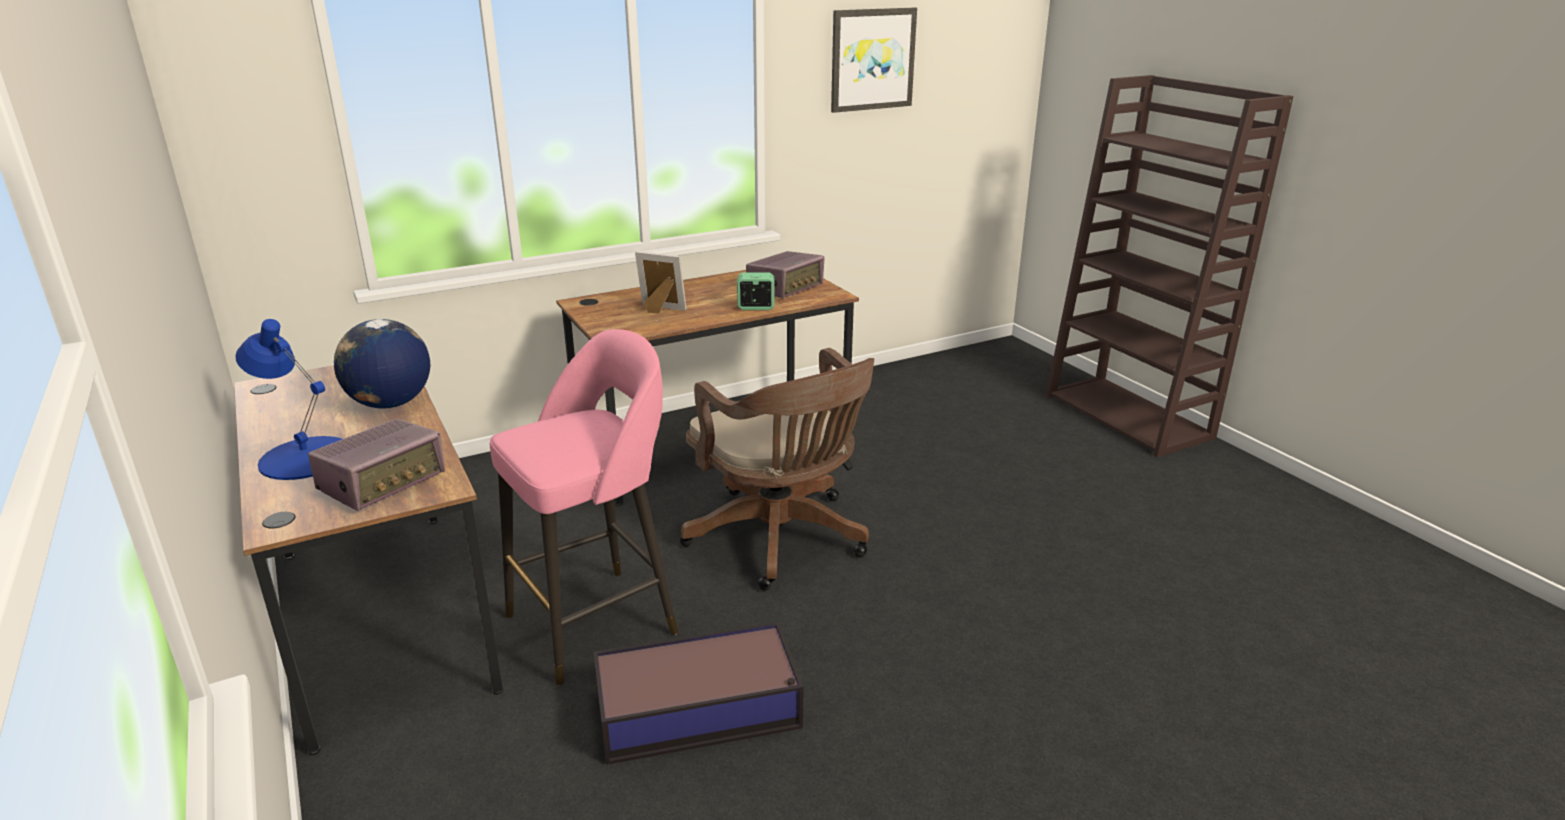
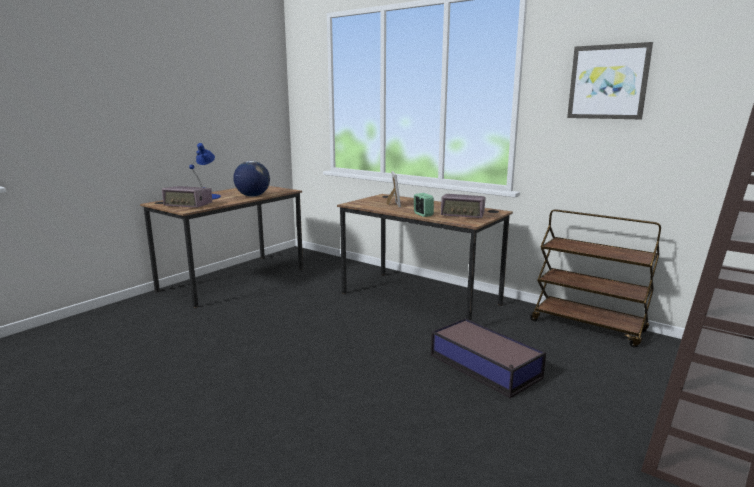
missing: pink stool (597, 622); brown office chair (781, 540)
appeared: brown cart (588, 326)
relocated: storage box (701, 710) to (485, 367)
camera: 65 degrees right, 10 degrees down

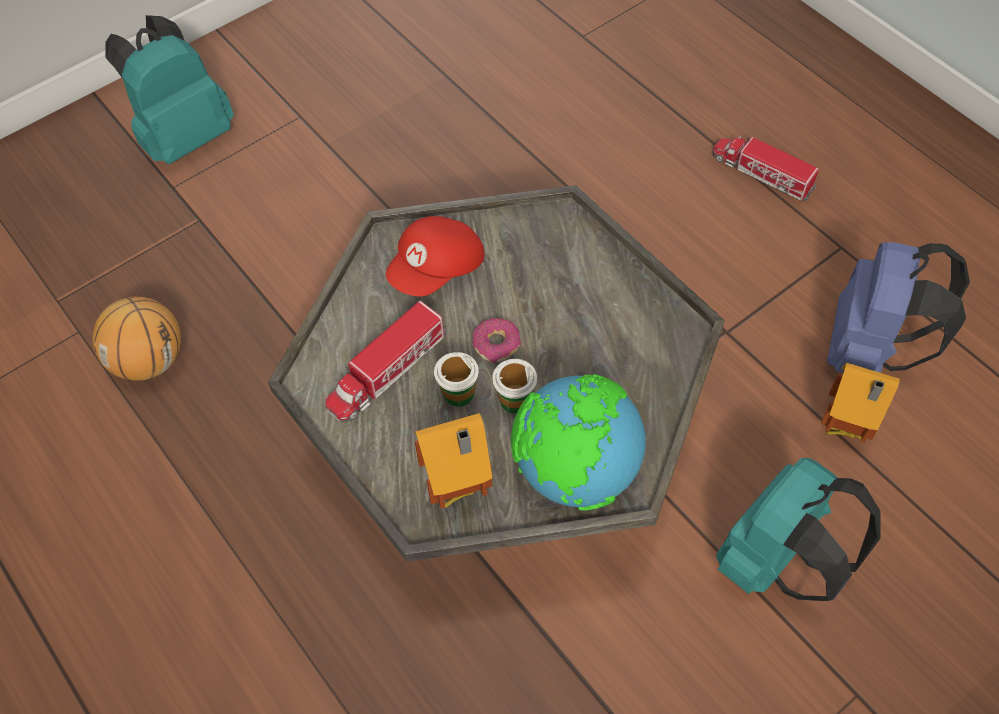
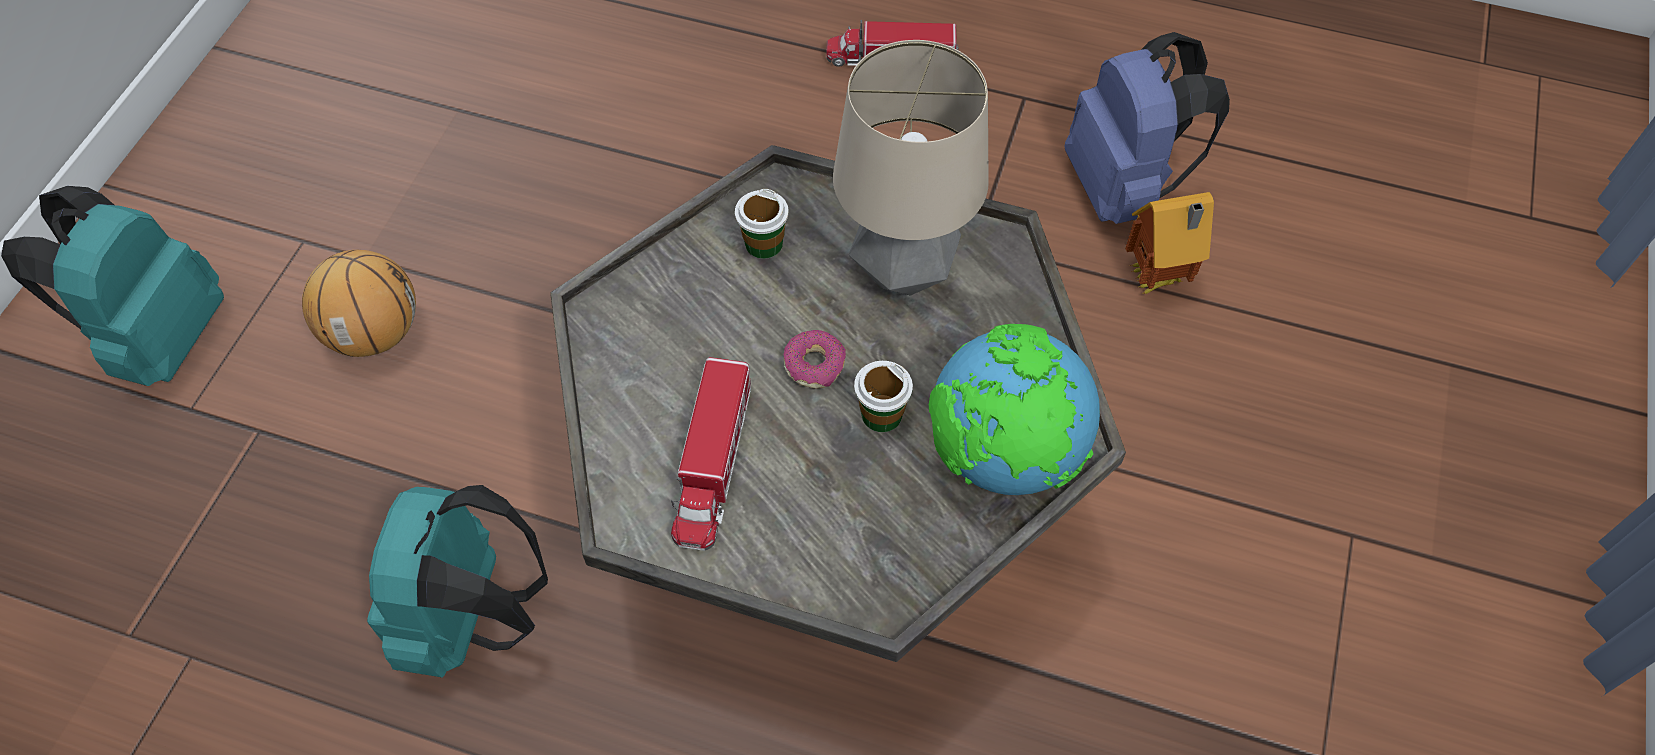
missing: red cap (438, 269); toy house (458, 490)
appeared: table lamp (903, 271)
relocated: basketball (149, 360) to (375, 332); cup (458, 393) to (763, 243); turquoise backpack (776, 561) to (473, 618)
camera: 35 degrees left, 0 degrees up

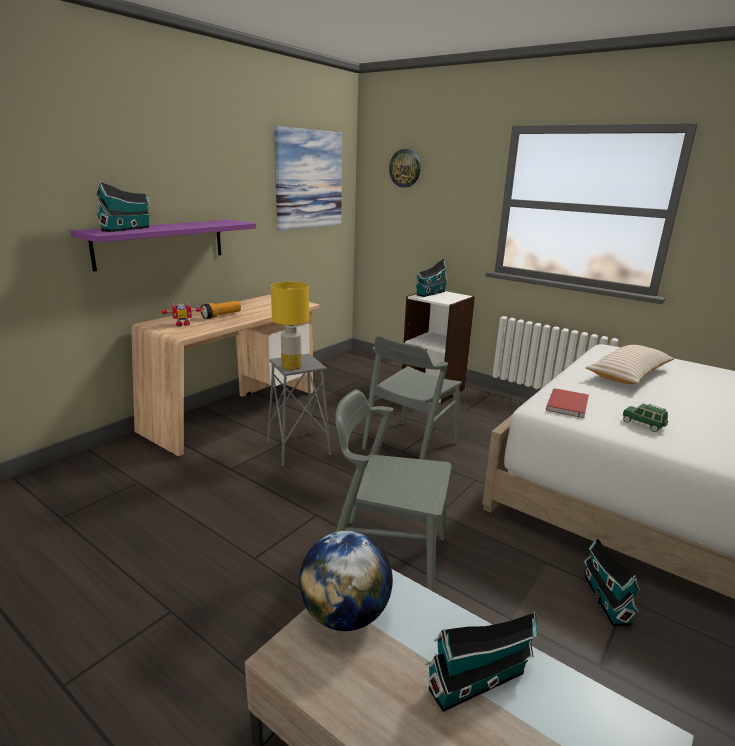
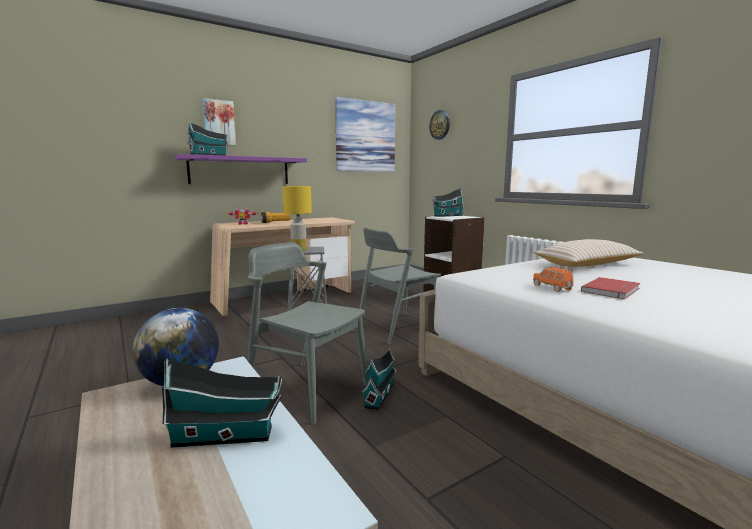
appeared: picture (219, 122)
relocated: red book (569, 405) to (612, 290); toy house (604, 597) to (380, 394)
colour: green toy car (643, 424) to orange toy car (552, 287)
camera: 20 degrees right, 10 degrees down

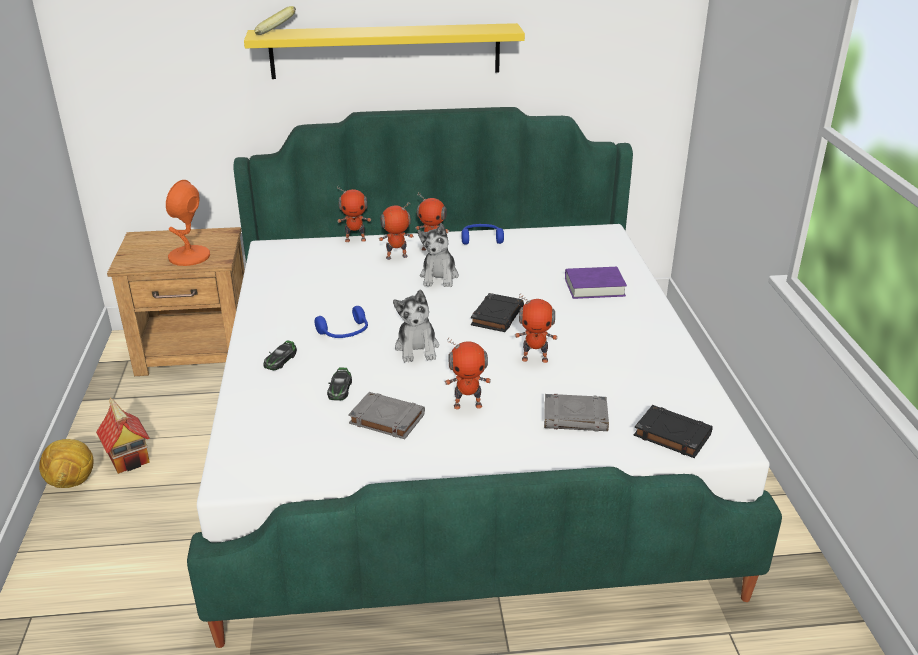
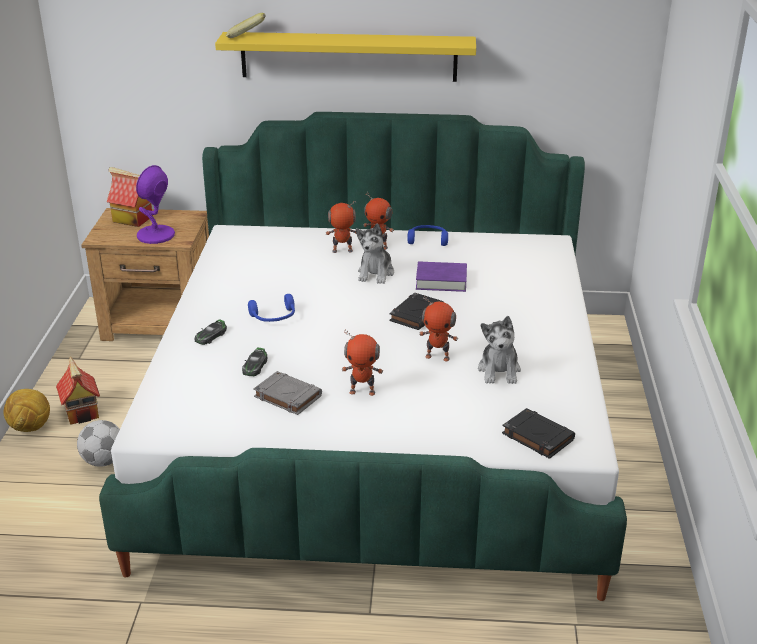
missing: toy robot (355, 239); grey book (576, 417)
appeared: football (104, 461); toy house (131, 219)
relocated: plush toy (417, 348) to (499, 370); purple book (594, 287) to (441, 281)
colour: orange table lamp (189, 256) to purple table lamp (155, 235)
camera: 10 degrees right, 0 degrees up

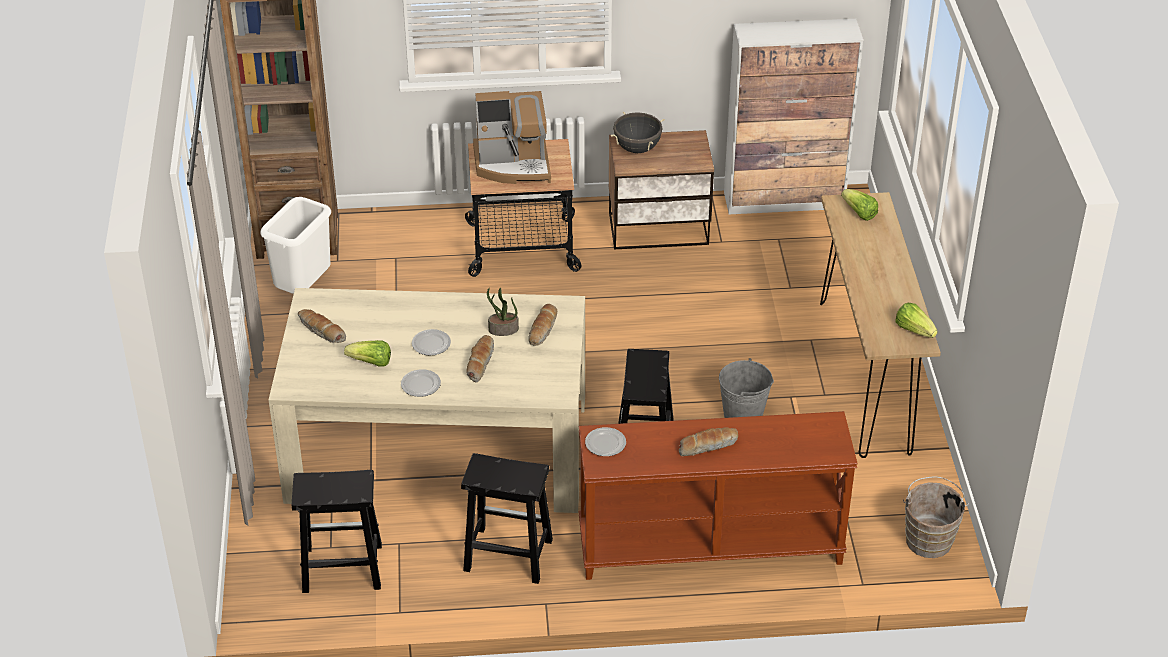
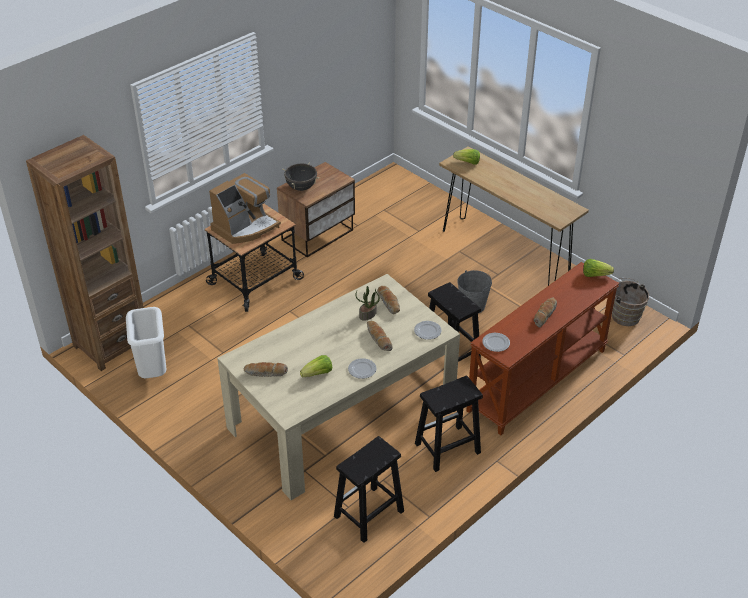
missing: cabinet (784, 200)
relocated: plate (431, 344) to (427, 331); lettuce (914, 330) to (595, 275)
camera: 40 degrees left, 0 degrees up

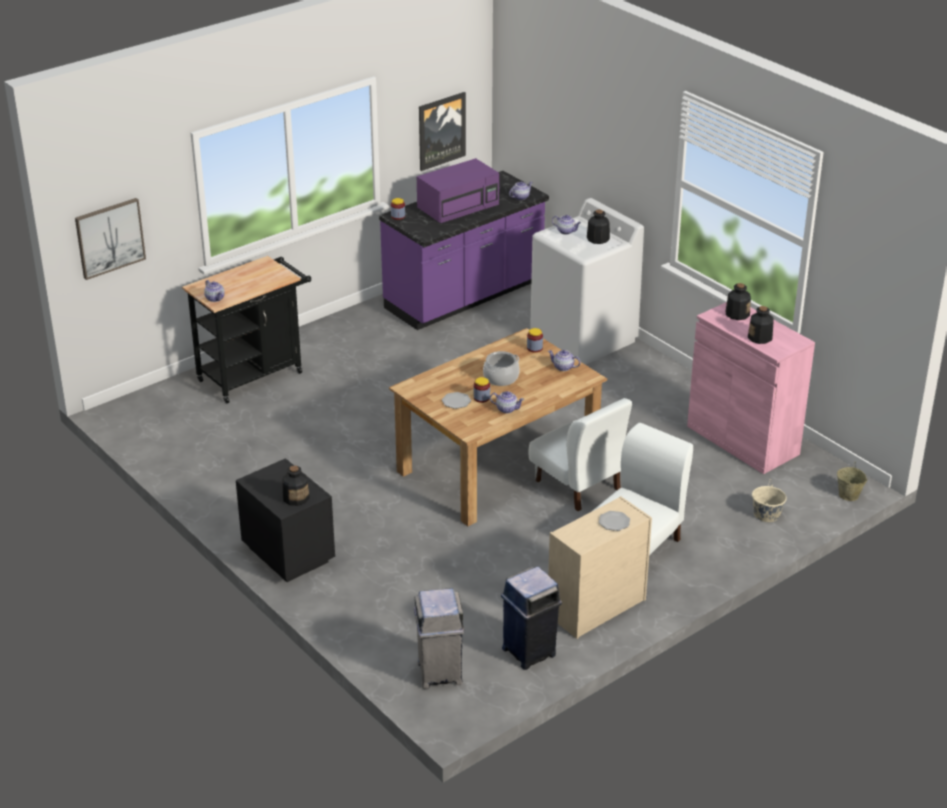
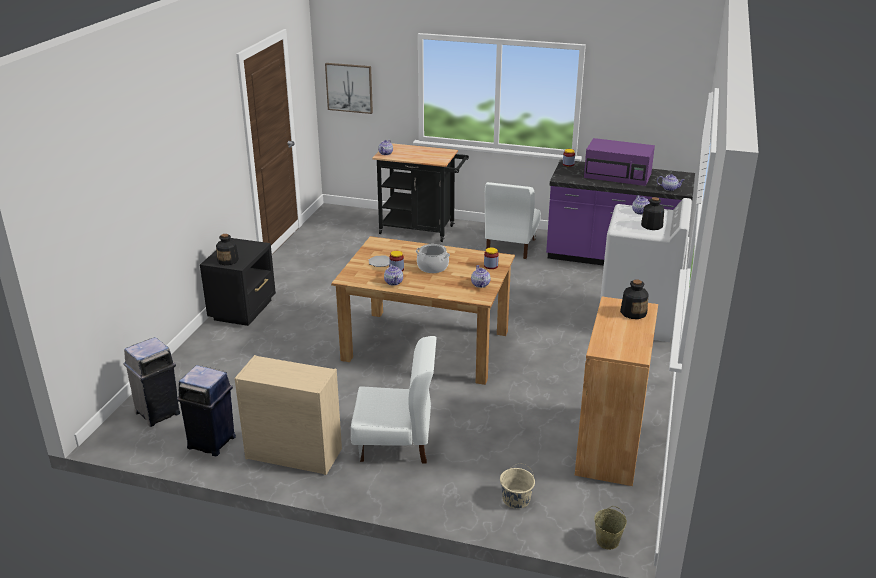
missing: picture (441, 130); plate (614, 522); bottle (760, 338)
relocated: white chair (578, 485) to (510, 247)
colour: pink cabinet (742, 440) to brown cabinet (610, 445)
camera: 55 degrees right, 5 degrees down

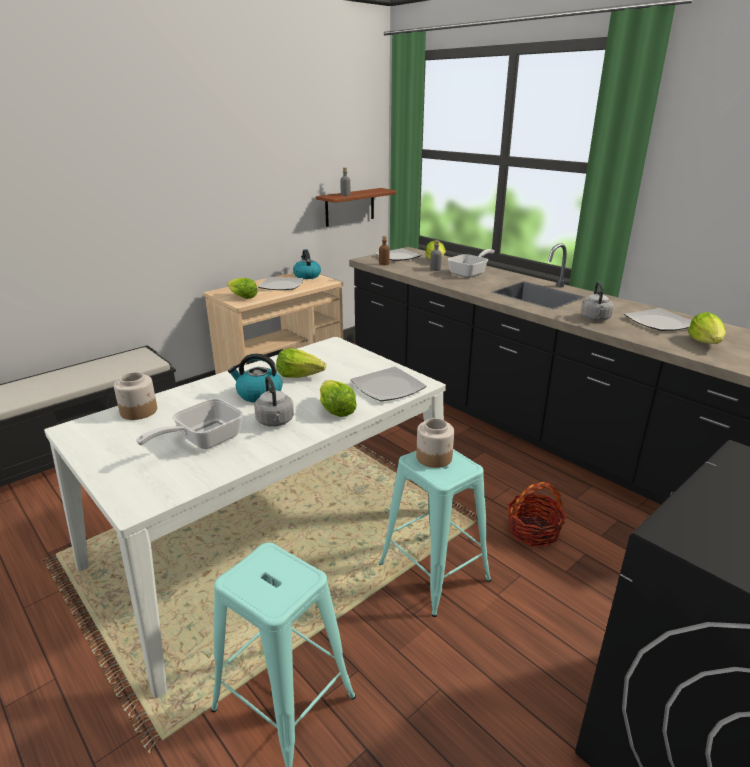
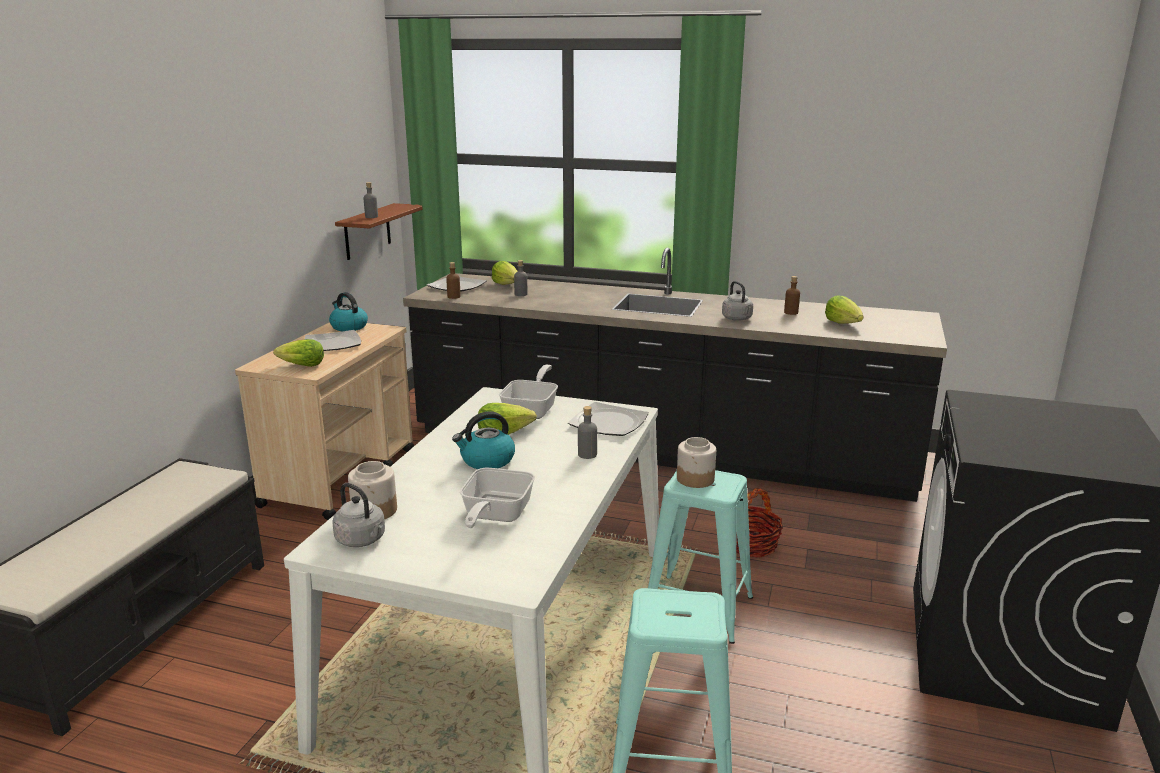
relocated: grey kettle (275, 422) to (362, 540); frying pan (470, 273) to (532, 409)
exchanged: lettuce (335, 410) to grey bottle (587, 454); plate (659, 322) to brown bottle (791, 312)
camera: 30 degrees left, 5 degrees down

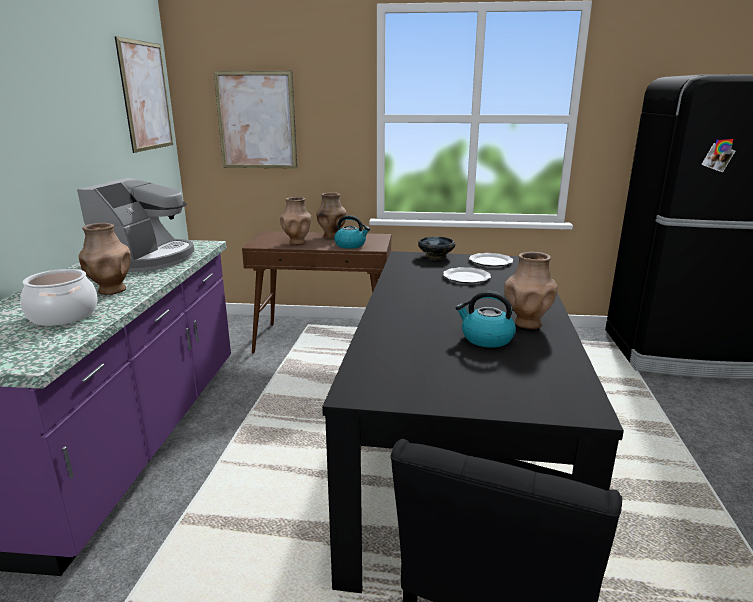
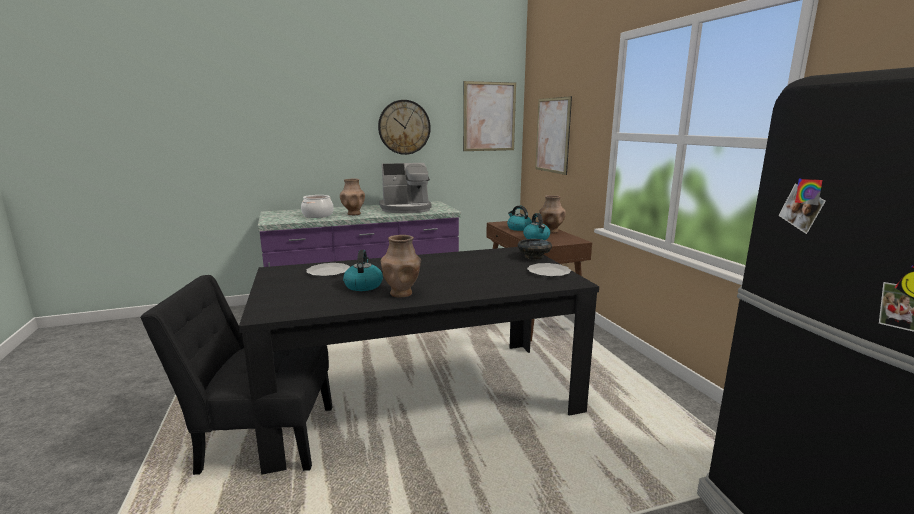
appeared: wall clock (404, 127)
relocated: plate (467, 277) to (328, 272)
exchanged: brown vase (297, 242) to kettle (518, 228)
camera: 65 degrees right, 5 degrees down

